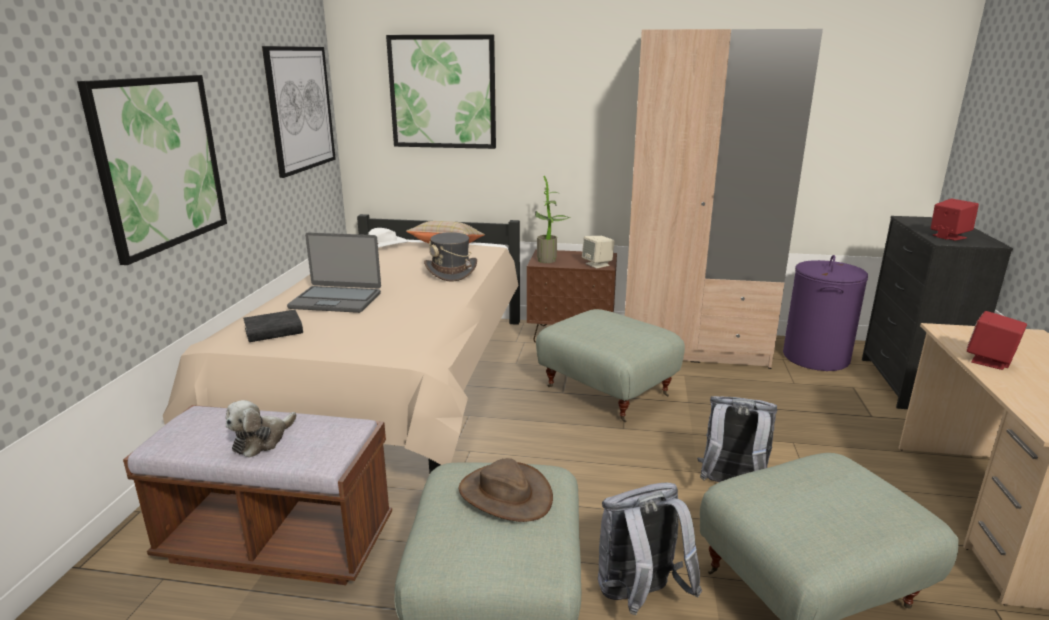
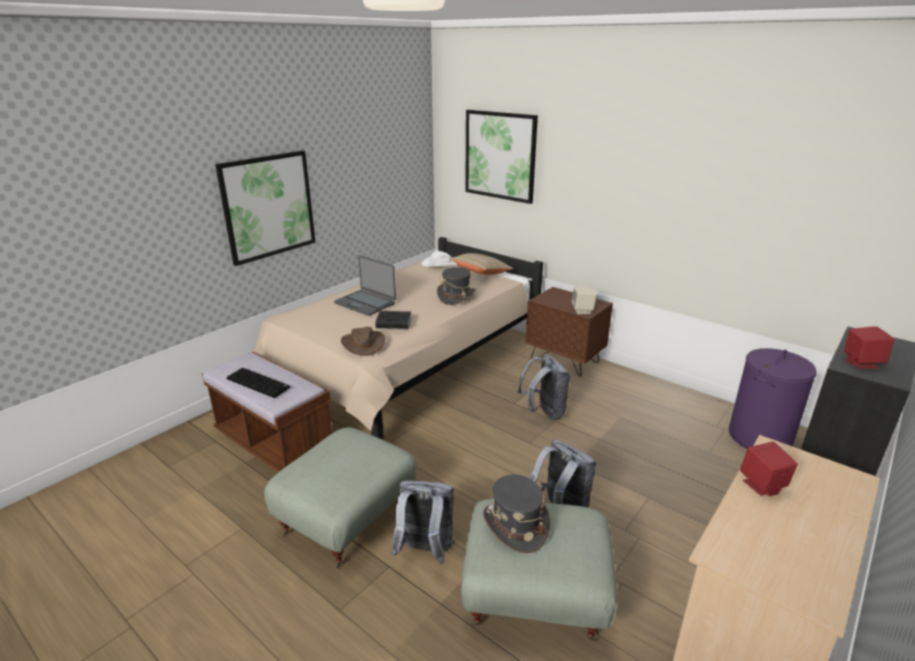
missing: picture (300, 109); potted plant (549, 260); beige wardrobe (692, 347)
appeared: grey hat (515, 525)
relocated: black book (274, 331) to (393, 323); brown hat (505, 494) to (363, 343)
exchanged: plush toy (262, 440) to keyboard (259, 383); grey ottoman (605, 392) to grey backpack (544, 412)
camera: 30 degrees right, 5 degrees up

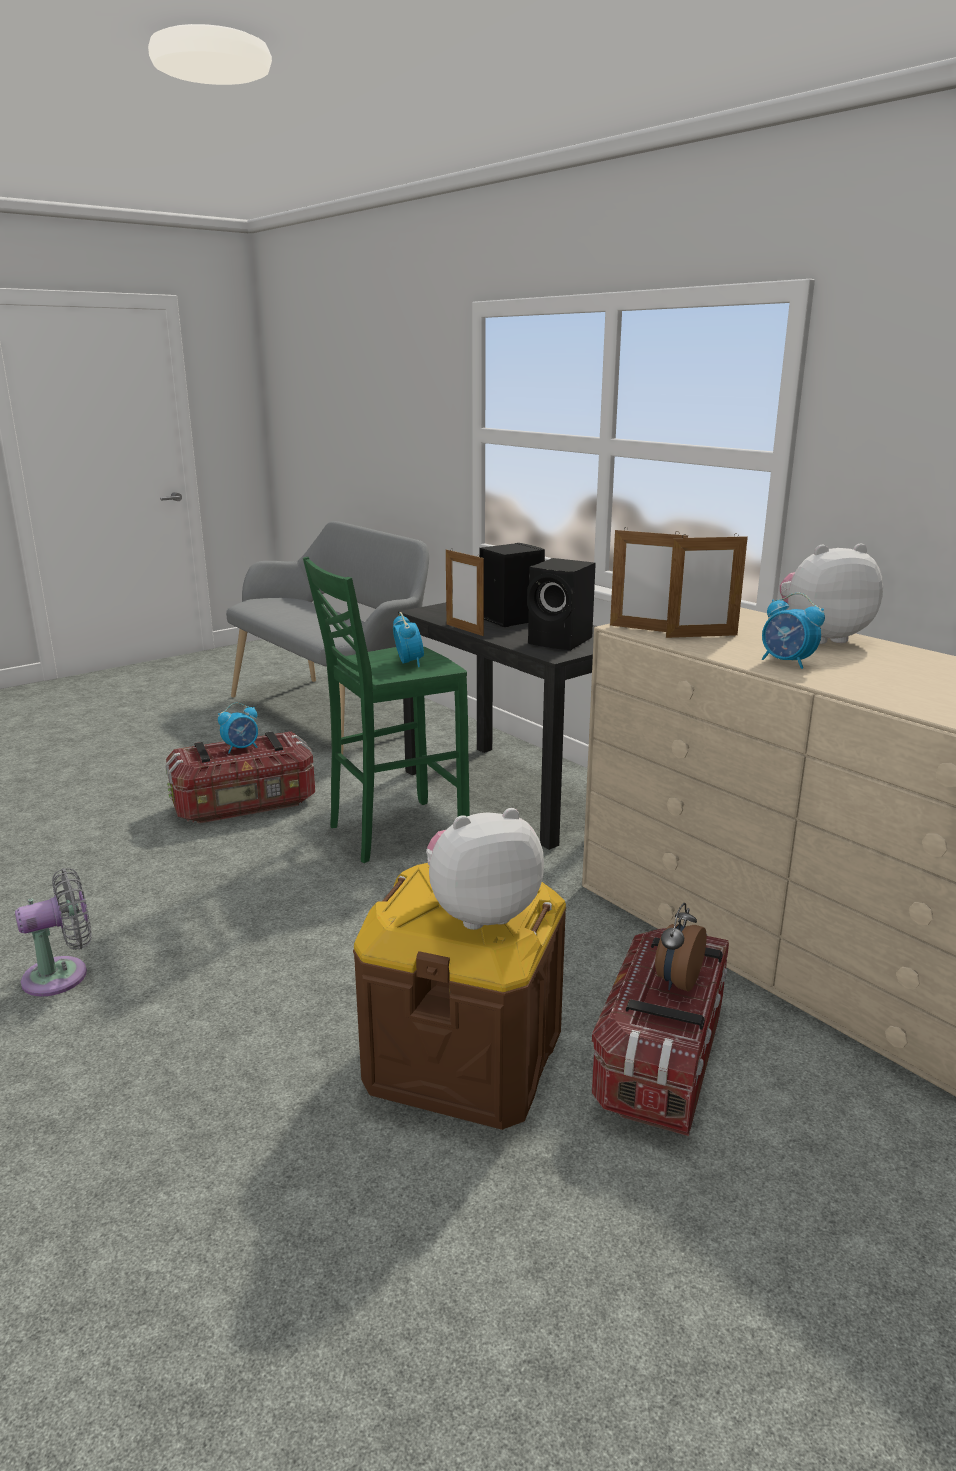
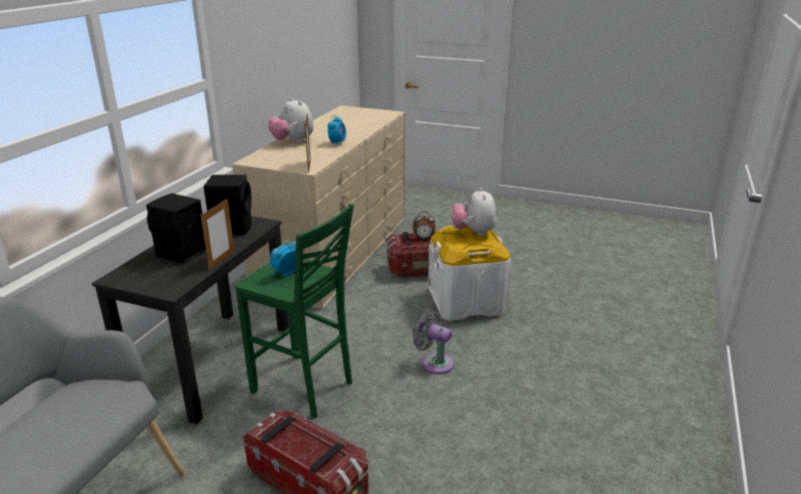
missing: alarm clock (241, 748); picture frame (701, 636)
relocated: grey fan (62, 975) to (434, 363)
colour: brown storage box (464, 1058) to white storage box (466, 301)
spun: plush toy (480, 913) = (473, 232) 45 degrees clockwise
camera: 120 degrees left, 5 degrees up

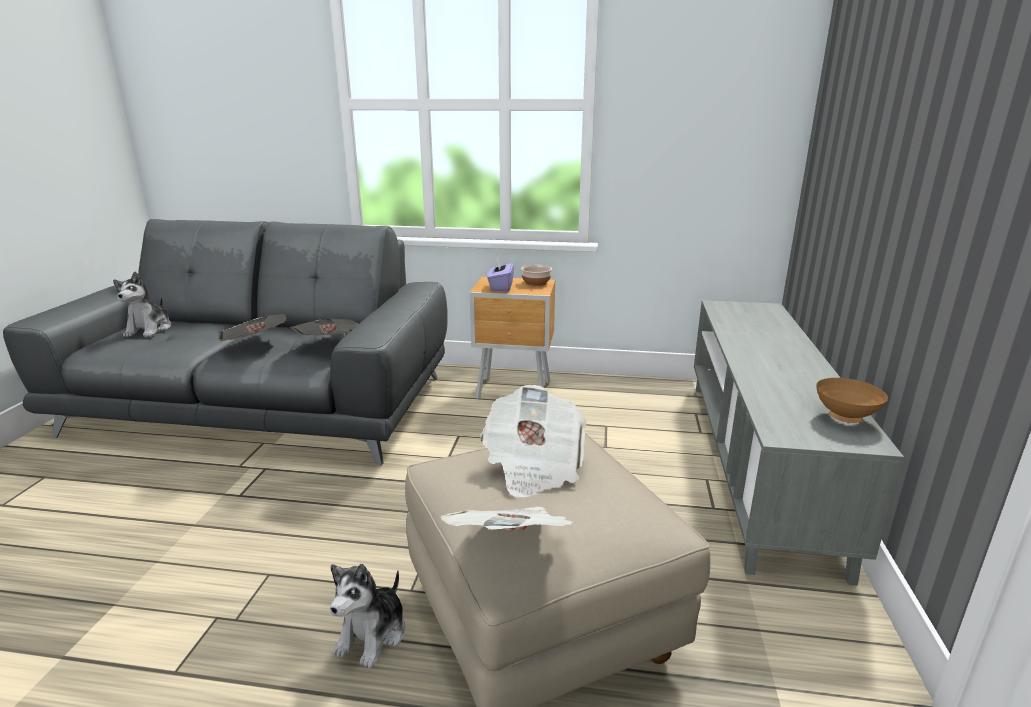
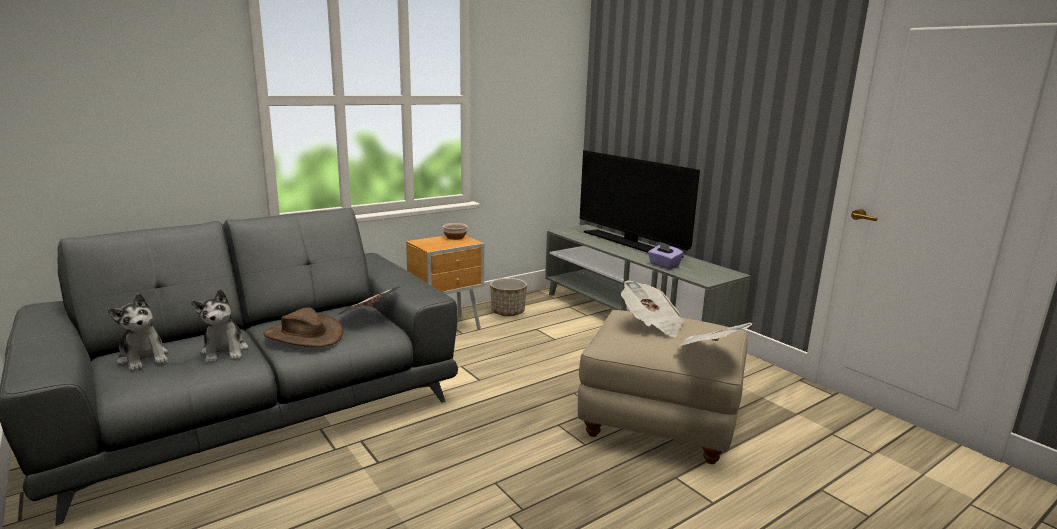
missing: brown bowl (845, 417)
appeared: planter (508, 312); television (631, 244)
relocated: plush toy (373, 635) to (225, 351); purple tissue box (500, 287) to (664, 265)
exchanged: newspaper (255, 345) to brown hat (303, 335)
camera: 45 degrees left, 5 degrees down

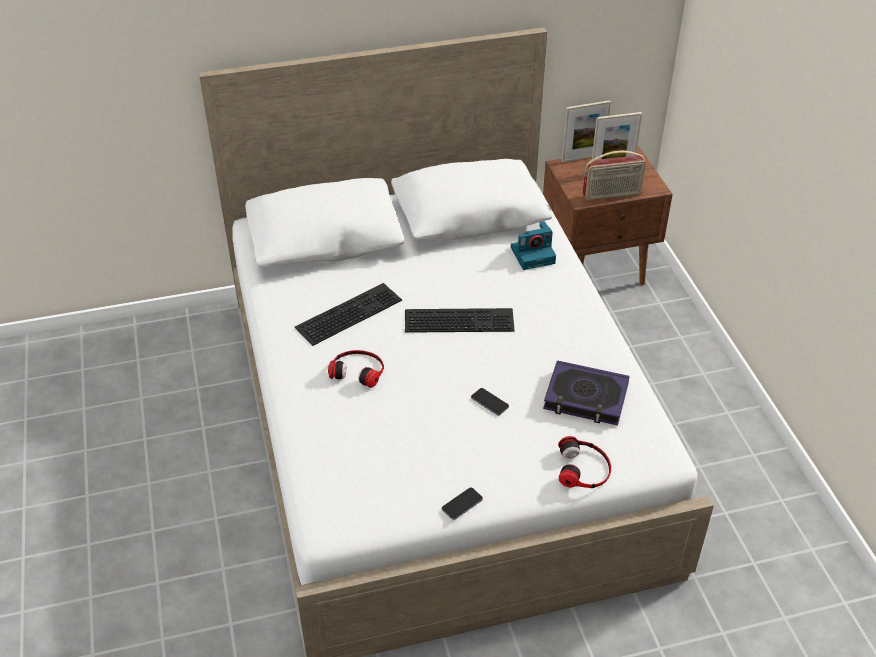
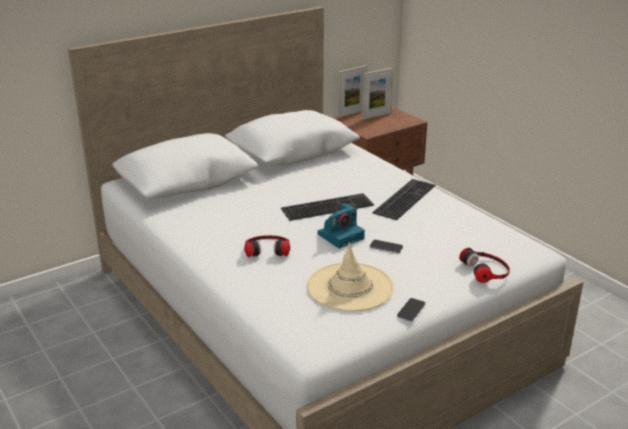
missing: book (585, 398); radio (612, 194)
appeared: beige hat (350, 287)
relocated: keyboard (348, 312) to (403, 198); photo camera (533, 254) to (341, 235)
camera: 20 degrees left, 15 degrees down

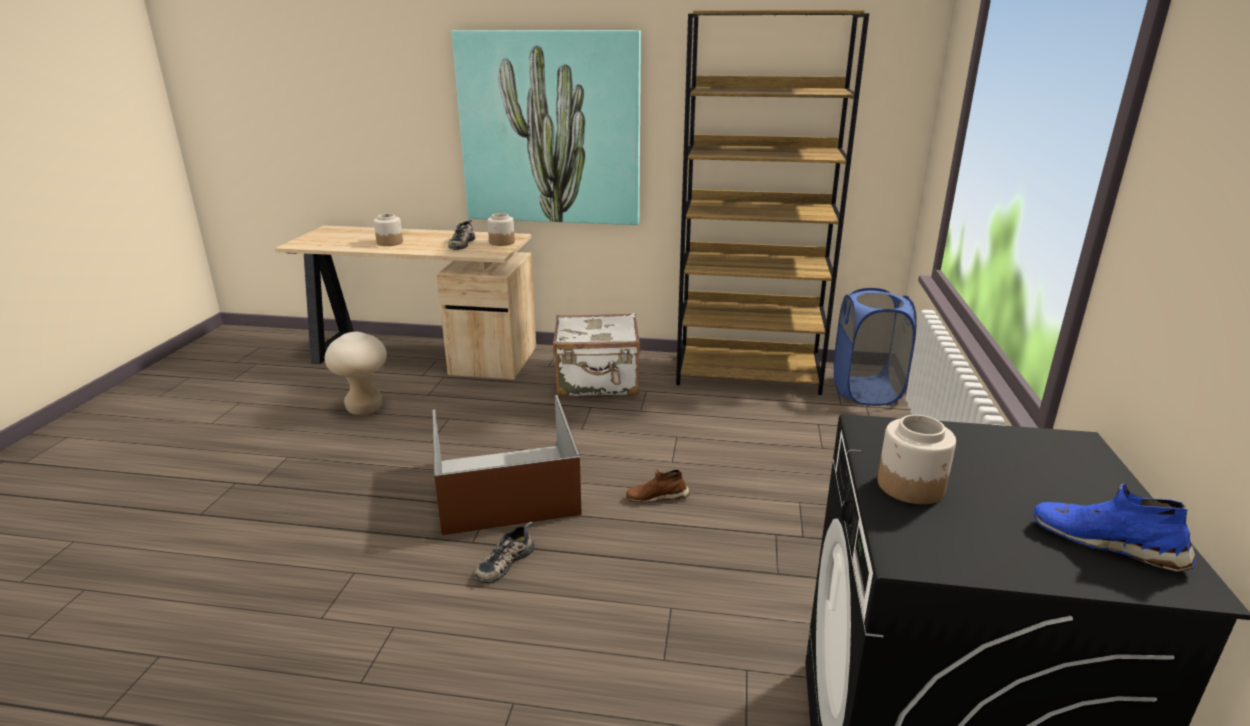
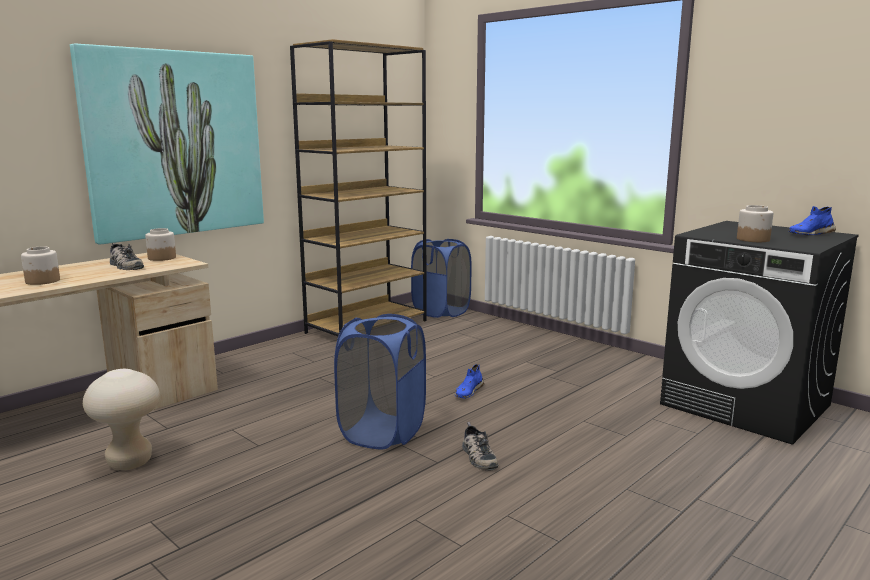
missing: white suitcase (598, 382)
exchanged: brown storage box (508, 486) to blue laundry basket (382, 432)
colour: brown shoe (657, 497) to blue shoe (468, 392)
camera: 55 degrees left, 10 degrees down

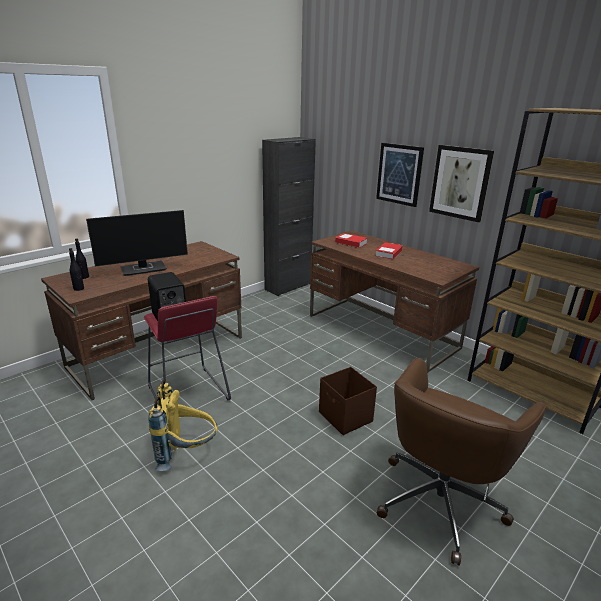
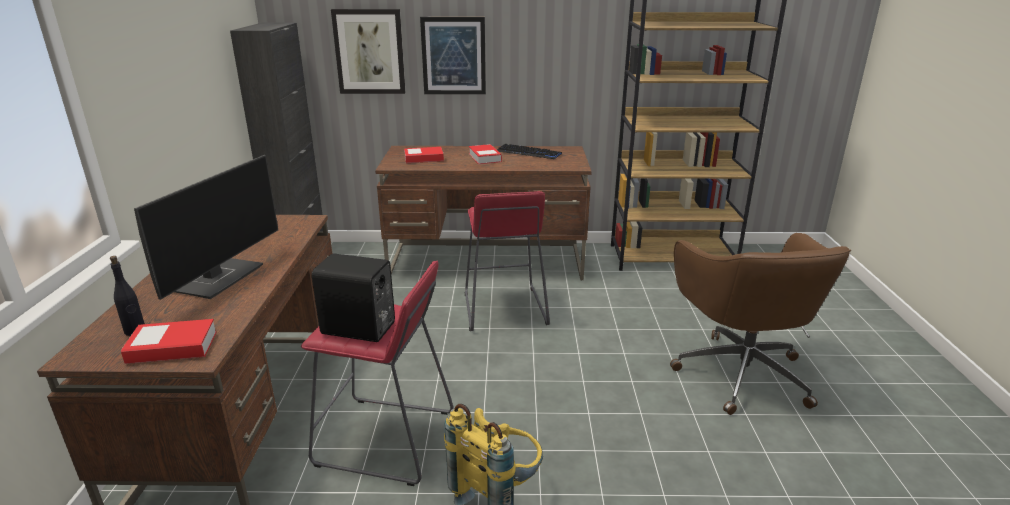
missing: brown storage box (345, 417)
appeared: red stool (504, 309); keyboard (528, 153)
relocated: picture (460, 183) to (369, 52)
exchanged: black bottle (79, 288) to book (172, 347)
camera: 45 degrees left, 0 degrees up

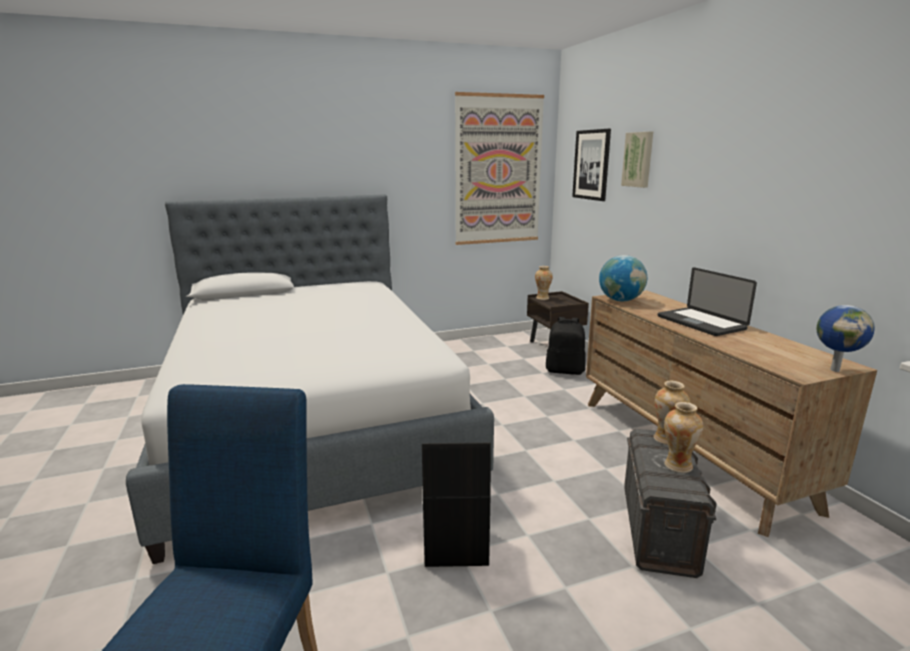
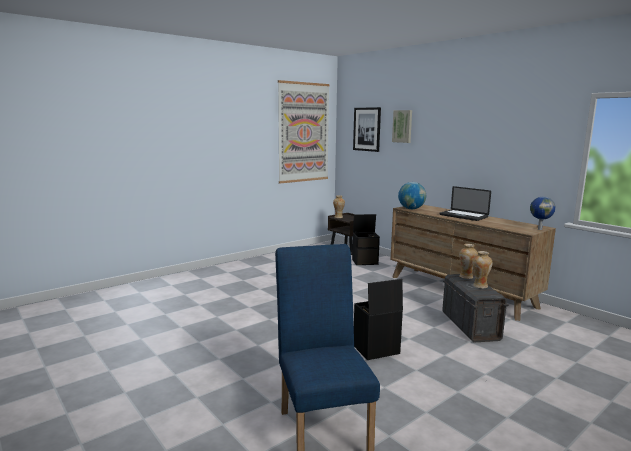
missing: bed (313, 419)
exchanged: black backpack (565, 371) to black storage box (365, 261)
camera: 20 degrees left, 5 degrees down

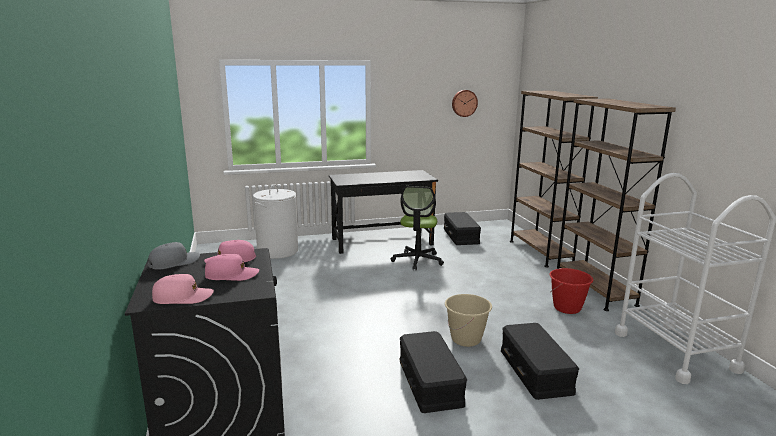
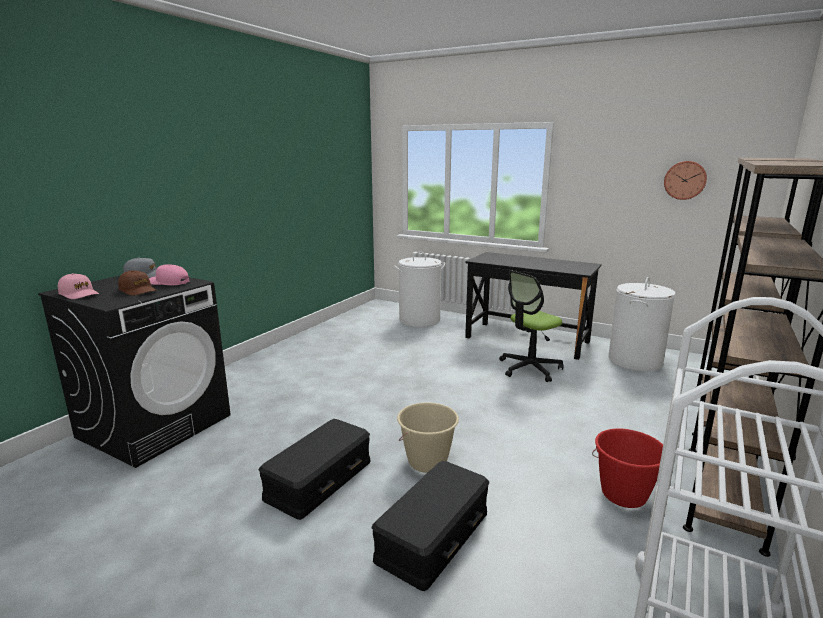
exchanged: black storage box (461, 236) to white laundry basket (635, 361)
colour: pink cap (232, 275) to brown cap (138, 290)
camera: 45 degrees right, 0 degrees up

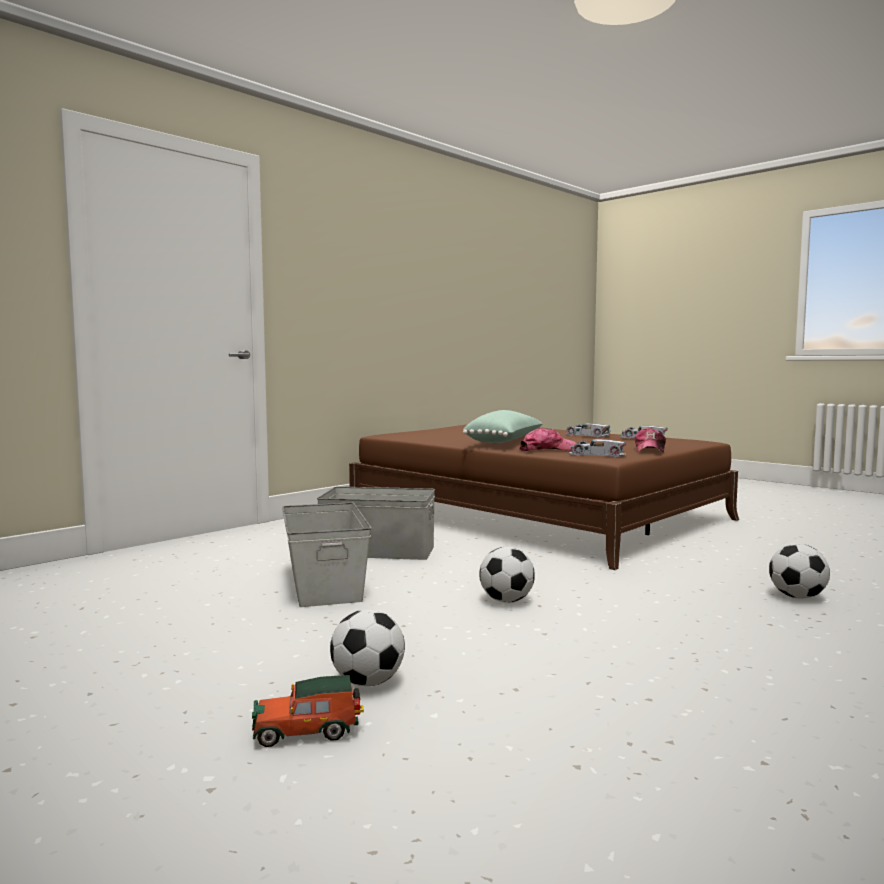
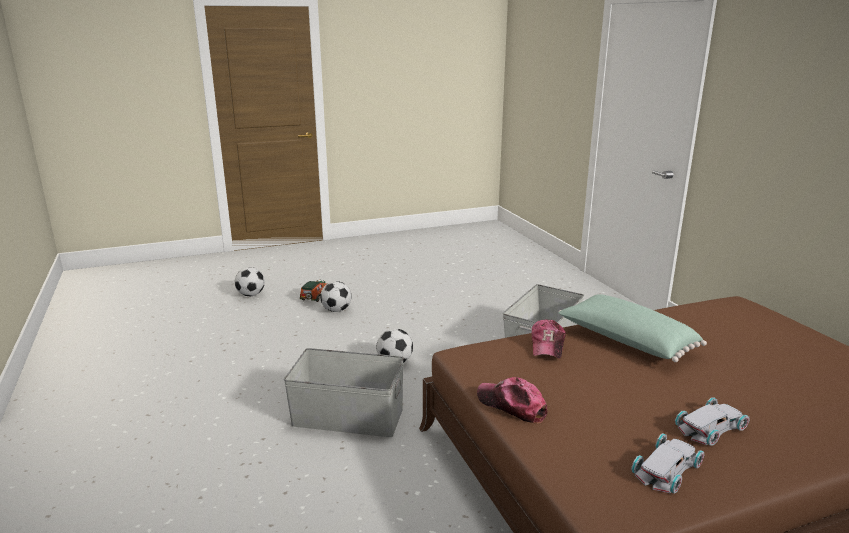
missing: white toy car (597, 454)
relocated: grey storage box (324, 584) to (347, 417); football (797, 597) to (251, 295)
camera: 115 degrees right, 15 degrees up

